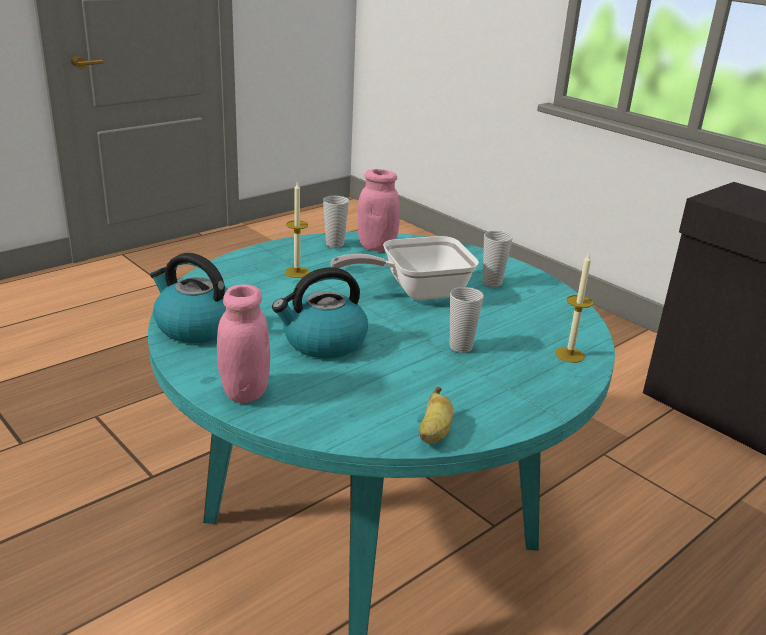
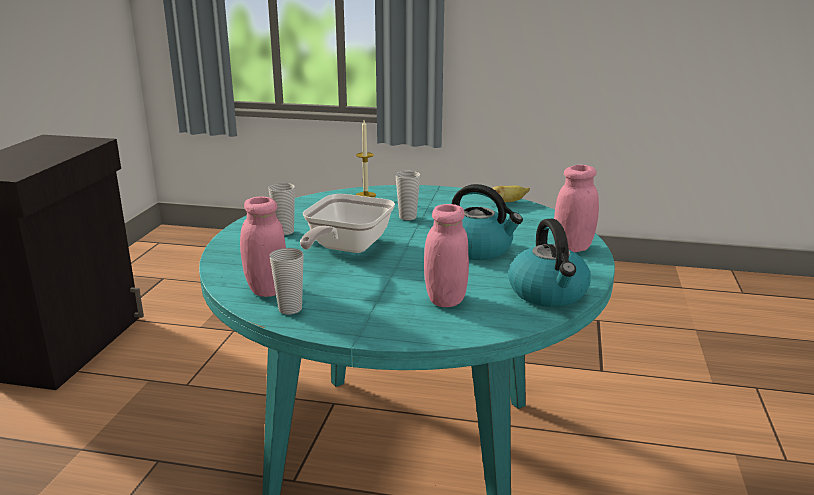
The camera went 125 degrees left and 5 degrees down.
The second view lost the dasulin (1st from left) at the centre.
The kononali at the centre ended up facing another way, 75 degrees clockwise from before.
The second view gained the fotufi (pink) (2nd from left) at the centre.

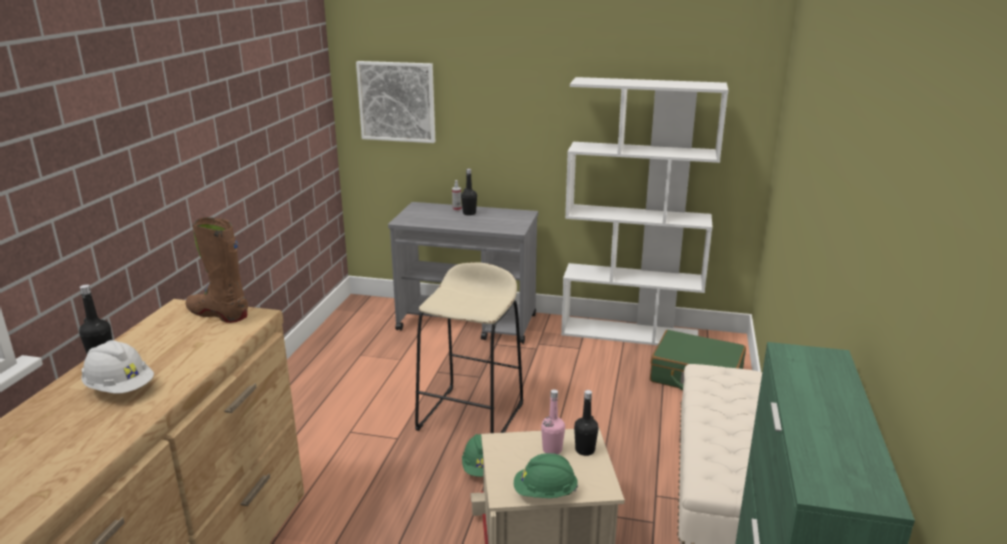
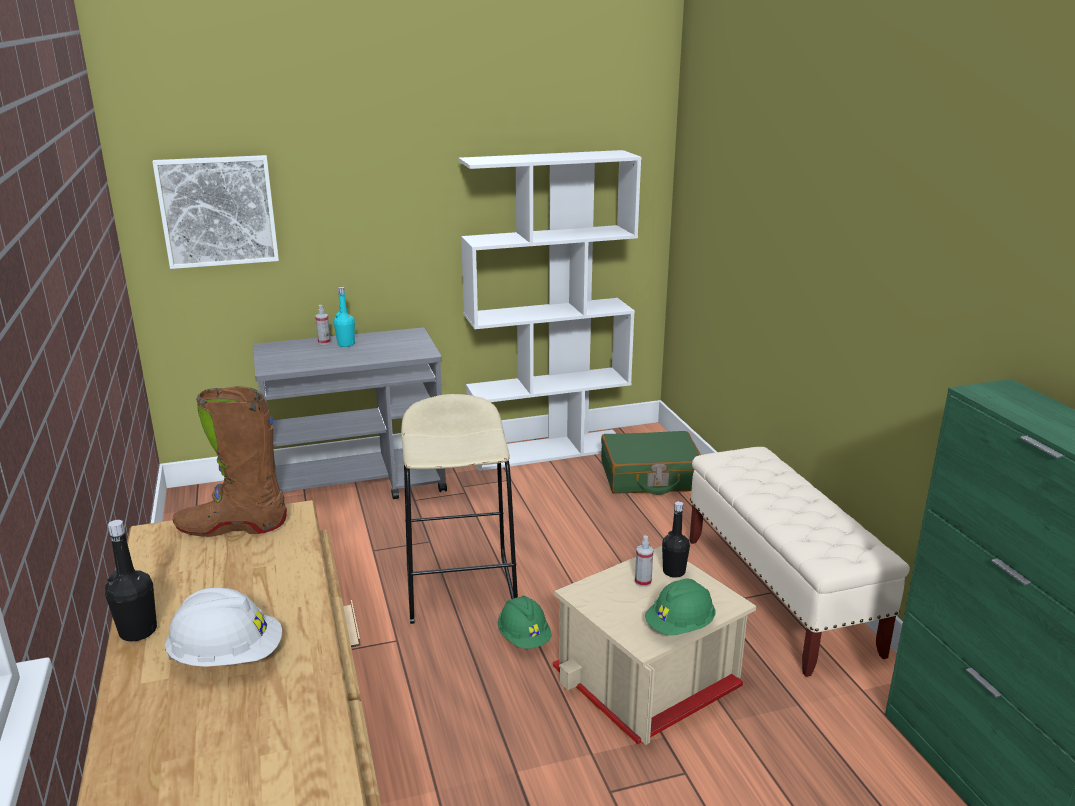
The camera went 30 degrees left and 0 degrees up.
What was the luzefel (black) (2nd from left) at the centre turned into the luzefel (turquoise) at the middle left.
Where the luzefel (pink) stood at the bottom centre, the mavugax (2nd from left) came to stand at the bottom centre.

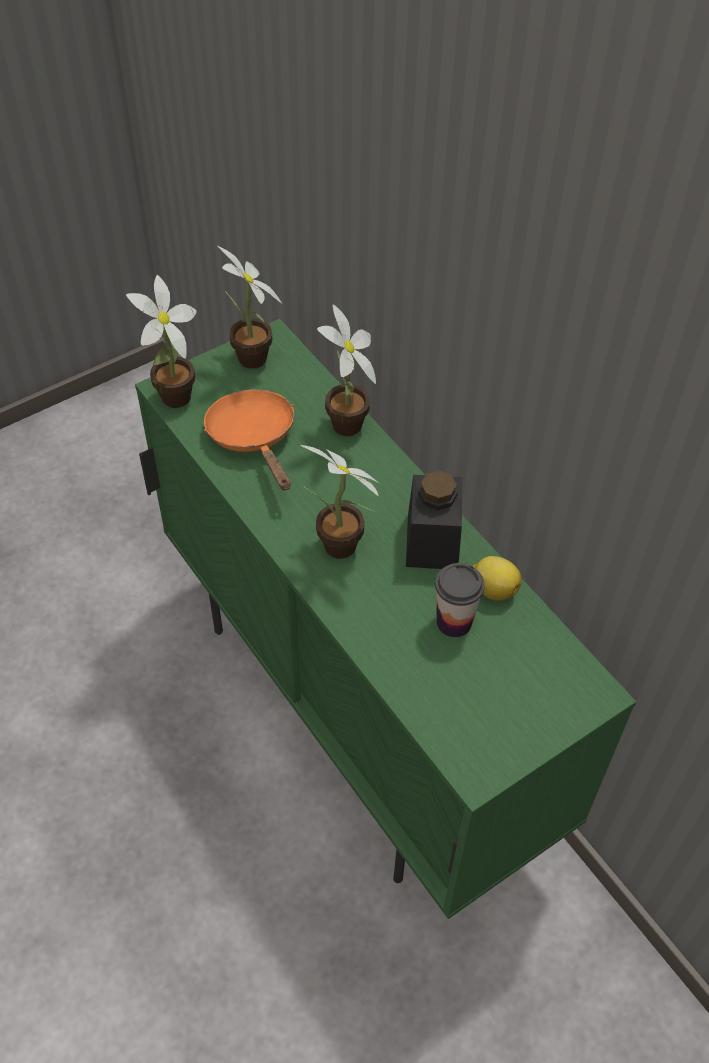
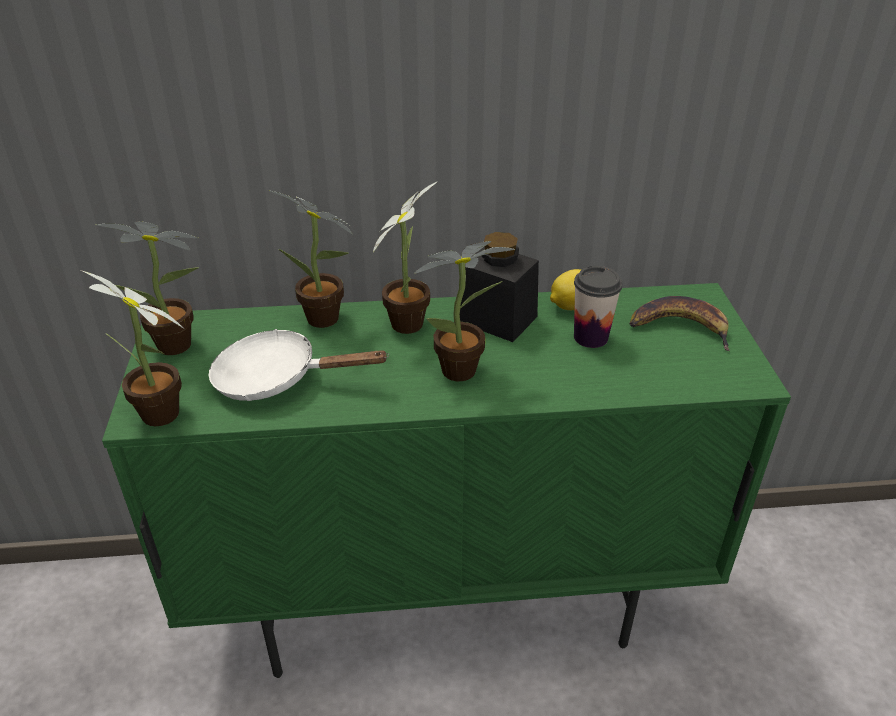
The camera went 60 degrees left and 15 degrees down.
What was the kononali (orange) at the centre turned into the kononali (white) at the centre.
The second view gained the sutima (4th from left) at the centre.
The second view gained the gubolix at the middle right.

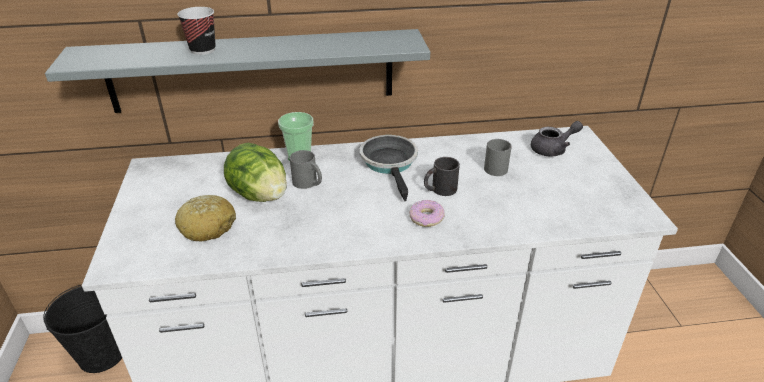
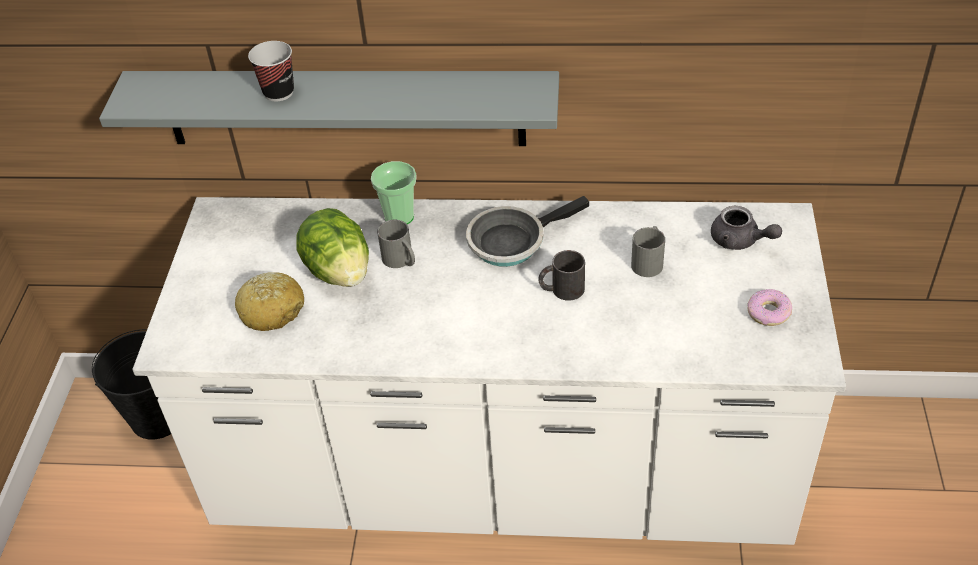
The camera went 15 degrees right and 10 degrees up.
The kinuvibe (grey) at the middle right ended up facing another way, 45 degrees clockwise from before.
The kononali at the centre ended up facing another way, 120 degrees counterclockwise from before.
The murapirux ended up elsewhere, having gone from the centre to the middle right.

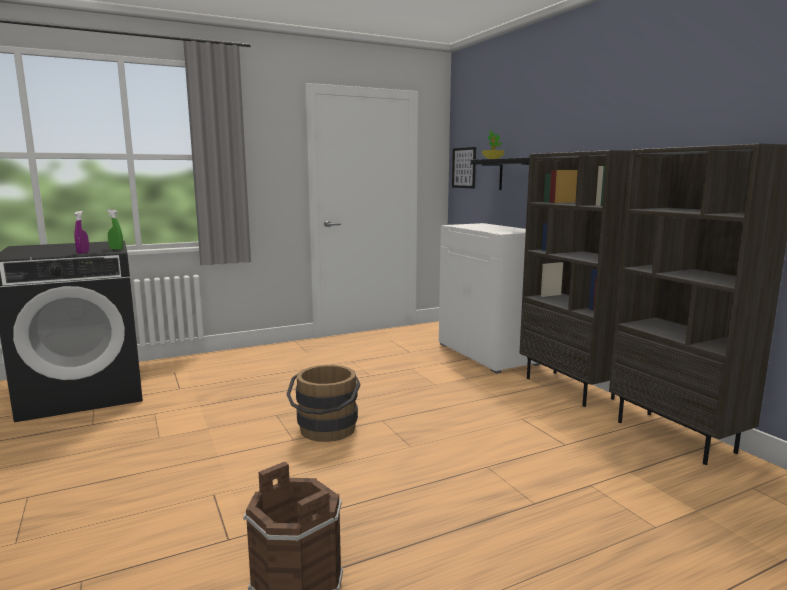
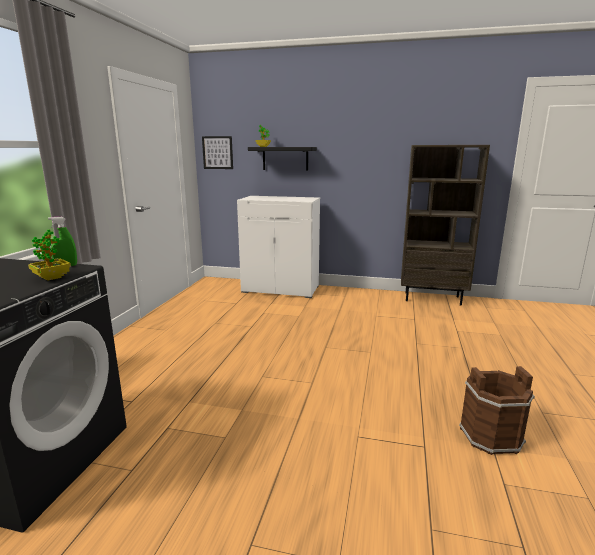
The camera went 50 degrees left and 5 degrees up.
The second view lost the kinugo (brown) (1st from left) at the middle right.
Where the mavugax (purple) stood at the middle left, the sutima (1st from left) came to stand at the middle left.
The second view lost the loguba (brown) (2nd from left) at the bottom centre.

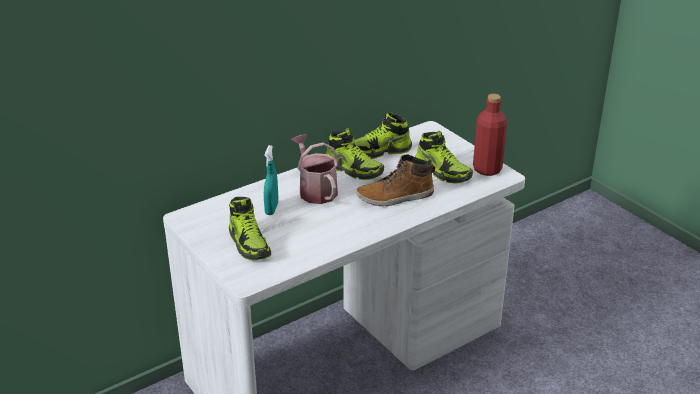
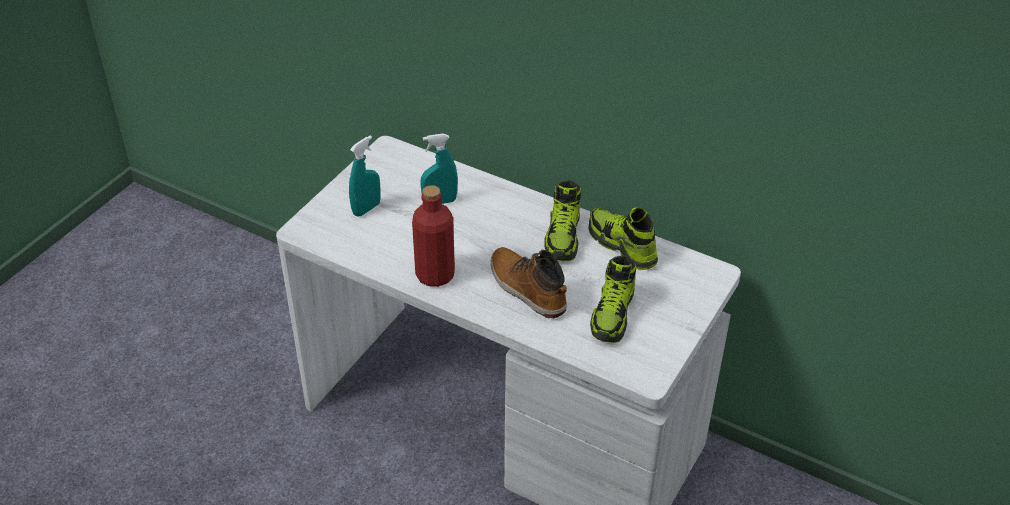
The camera went 65 degrees right and 10 degrees up.
The luzefel (red) ended up elsewhere, having gone from the middle right to the centre.
The second view lost the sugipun at the centre.
Where the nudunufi (1st from left) stood at the centre, the mavugax (turquoise) (1st from left) came to stand at the centre.

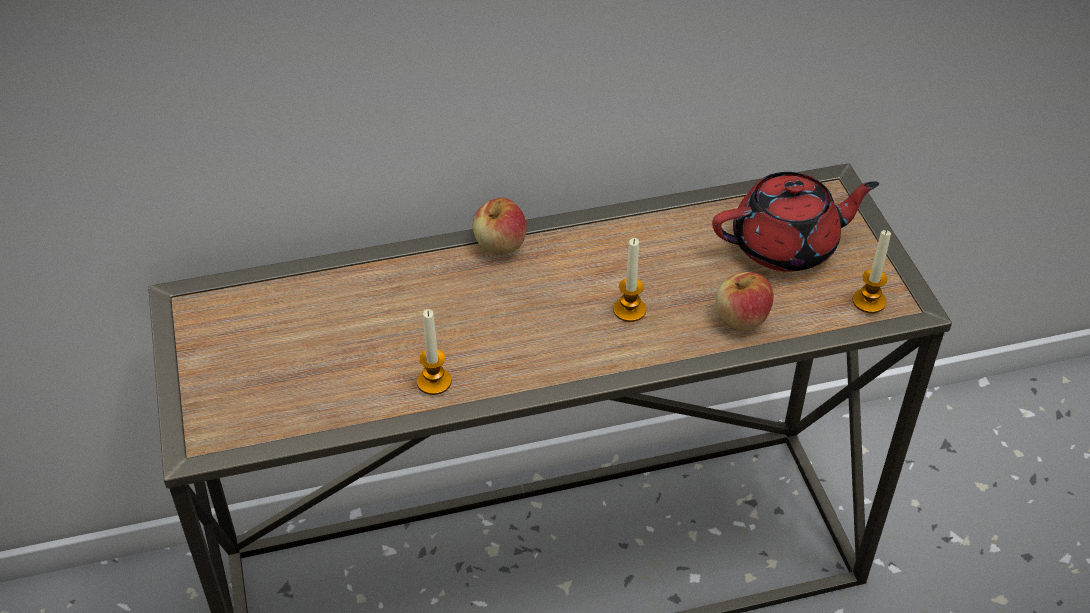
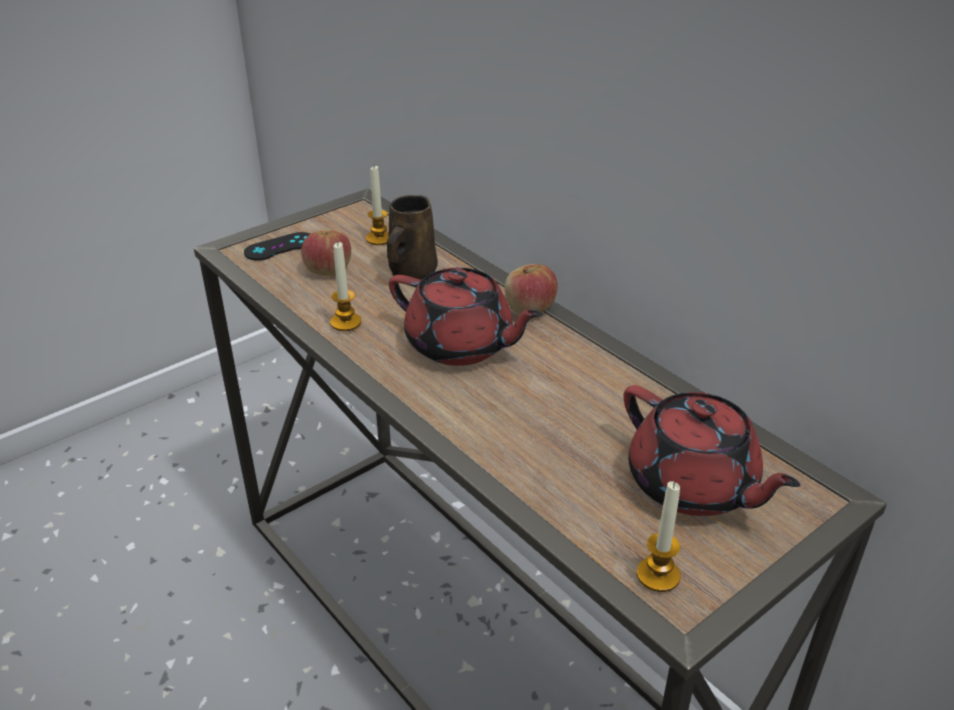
The camera went 65 degrees right and 10 degrees down.
The dasulin (2nd from left) ended up elsewhere, having gone from the centre to the top centre.
The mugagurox (2nd from left in the first image) ended up elsewhere, having gone from the middle right to the centre.
The second view gained the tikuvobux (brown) at the centre.
The second view gained the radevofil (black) at the middle left.
The second view gained the kinuvibe (red) (1st from left) at the centre.

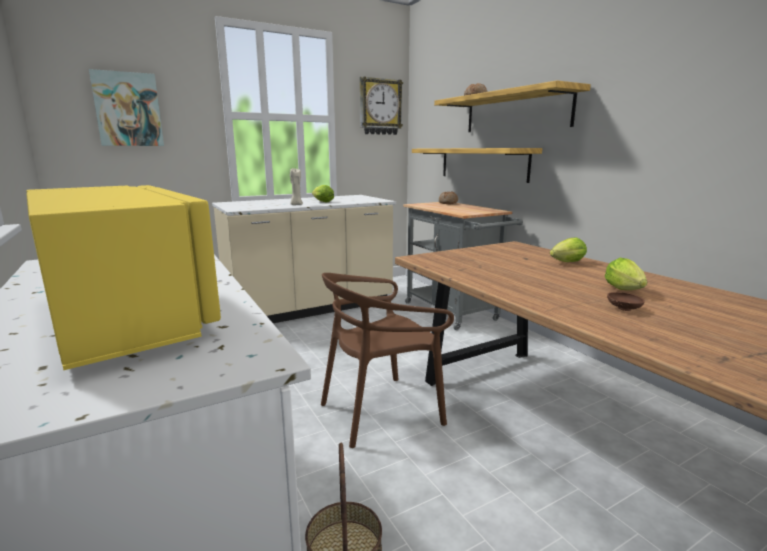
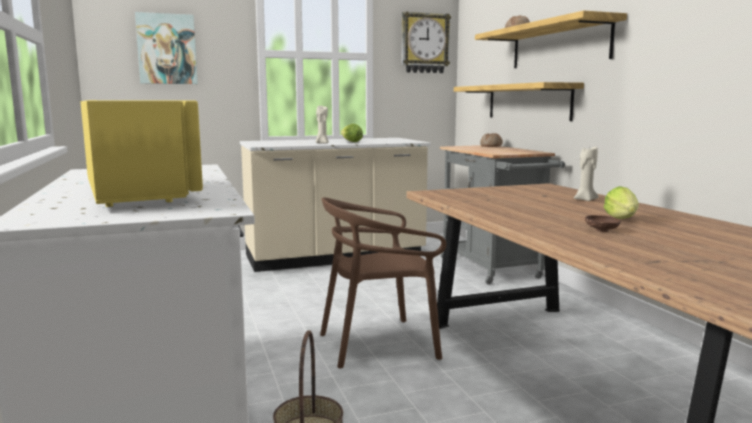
The camera went 10 degrees right and 5 degrees down.
Where the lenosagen (2nd from left) stood at the middle right, the dasulin (beige) (2nd from left) came to stand at the middle right.

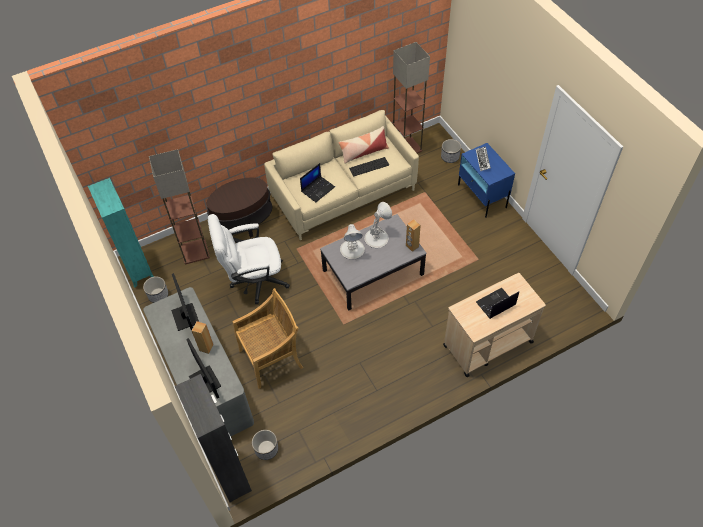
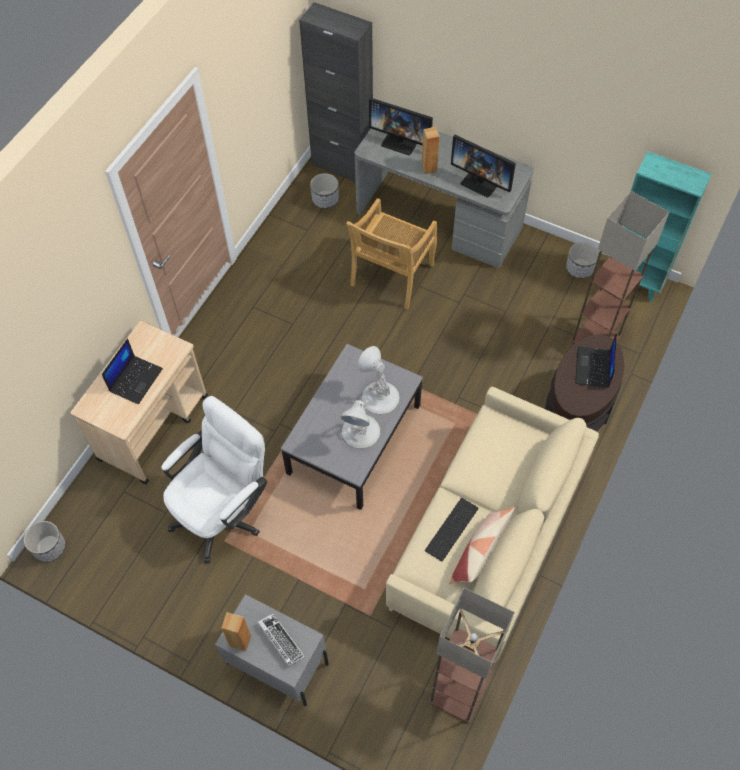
The camera went 145 degrees right and 5 degrees up.
The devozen (3rd from left in the first image) ended up elsewhere, having gone from the top centre to the bottom left.
What was the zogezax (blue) at the middle right turned into the zogezax (grey) at the bottom centre.
The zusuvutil (1st from left in the first image) ended up elsewhere, having gone from the centre to the middle right.
The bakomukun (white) ended up elsewhere, having gone from the centre to the middle left.
The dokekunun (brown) (2nd from left in the first image) ended up elsewhere, having gone from the centre to the bottom left.

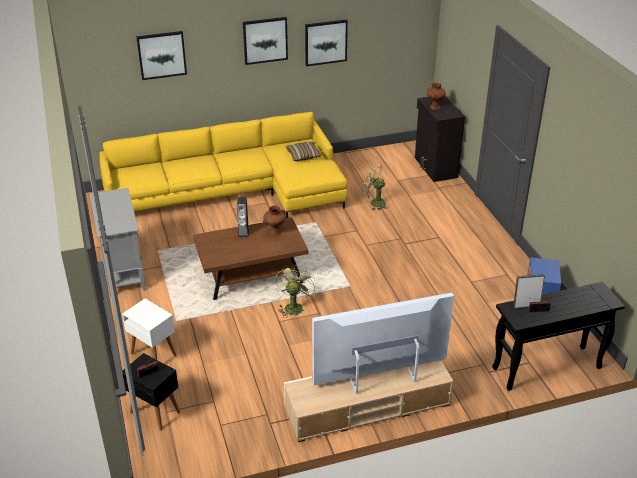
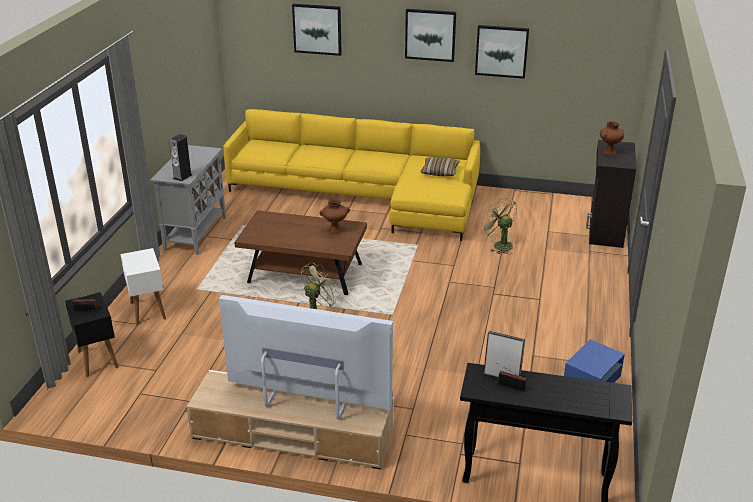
The camera went 30 degrees right and 5 degrees down.
The dokekunun ended up elsewhere, having gone from the centre to the top left.

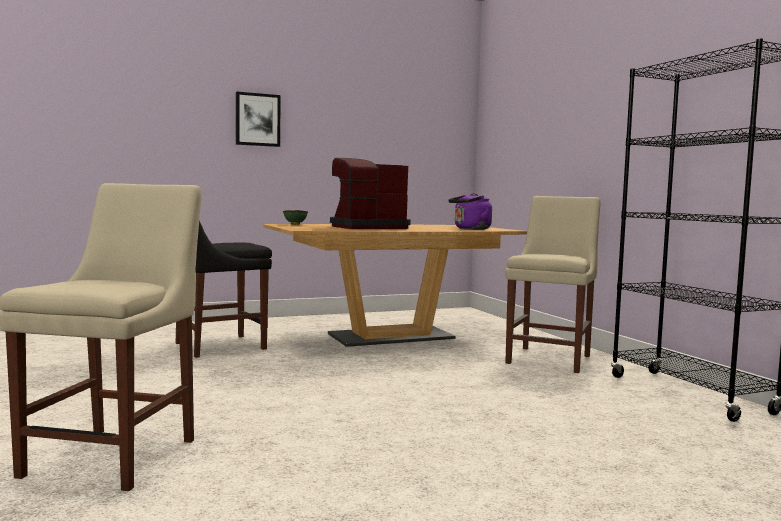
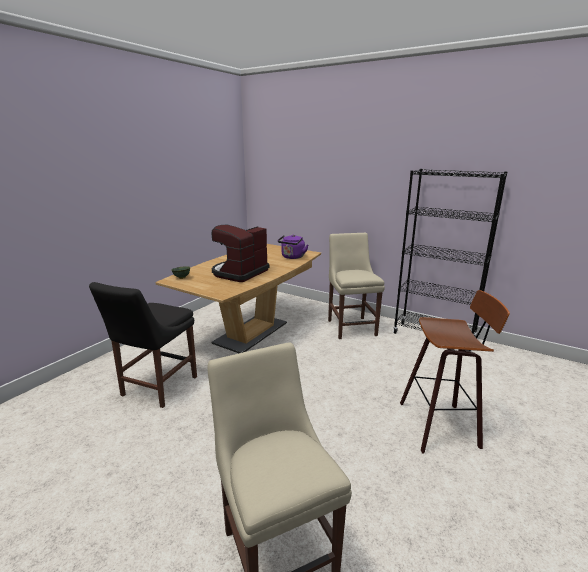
The camera went 35 degrees left and 15 degrees up.
The second view lost the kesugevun at the top left.
The second view gained the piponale at the middle right.

